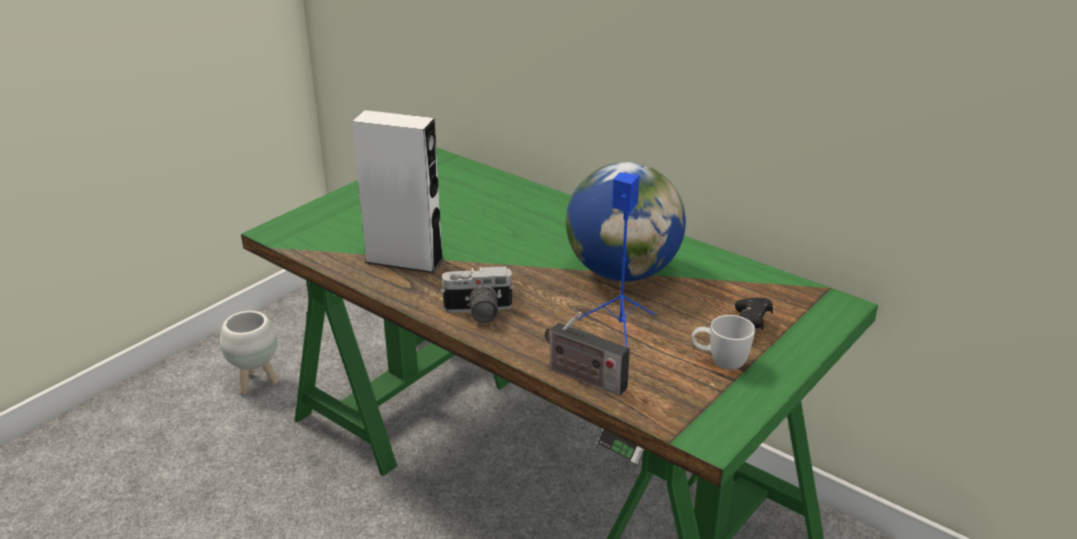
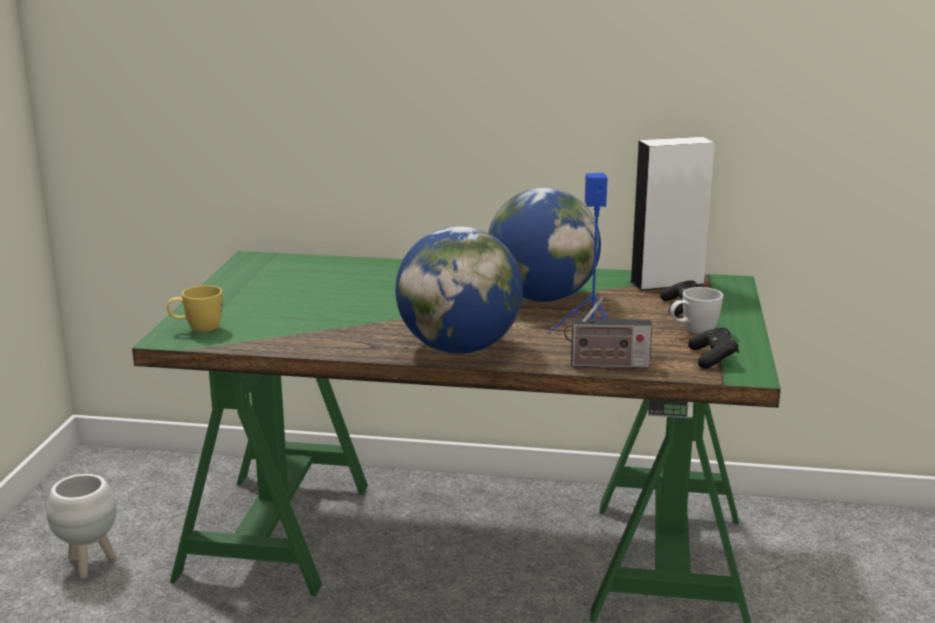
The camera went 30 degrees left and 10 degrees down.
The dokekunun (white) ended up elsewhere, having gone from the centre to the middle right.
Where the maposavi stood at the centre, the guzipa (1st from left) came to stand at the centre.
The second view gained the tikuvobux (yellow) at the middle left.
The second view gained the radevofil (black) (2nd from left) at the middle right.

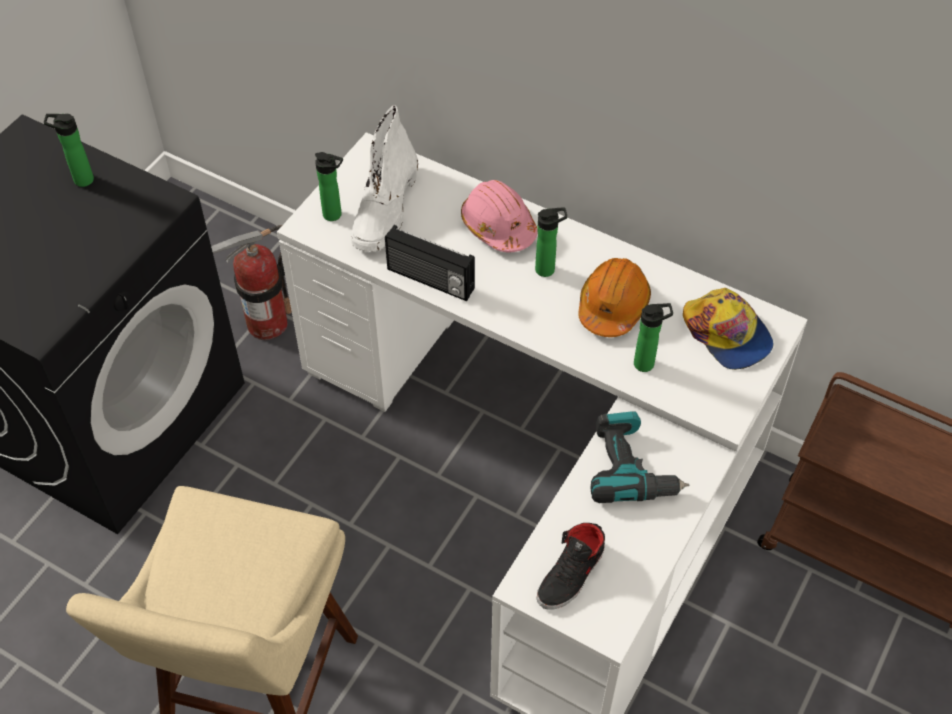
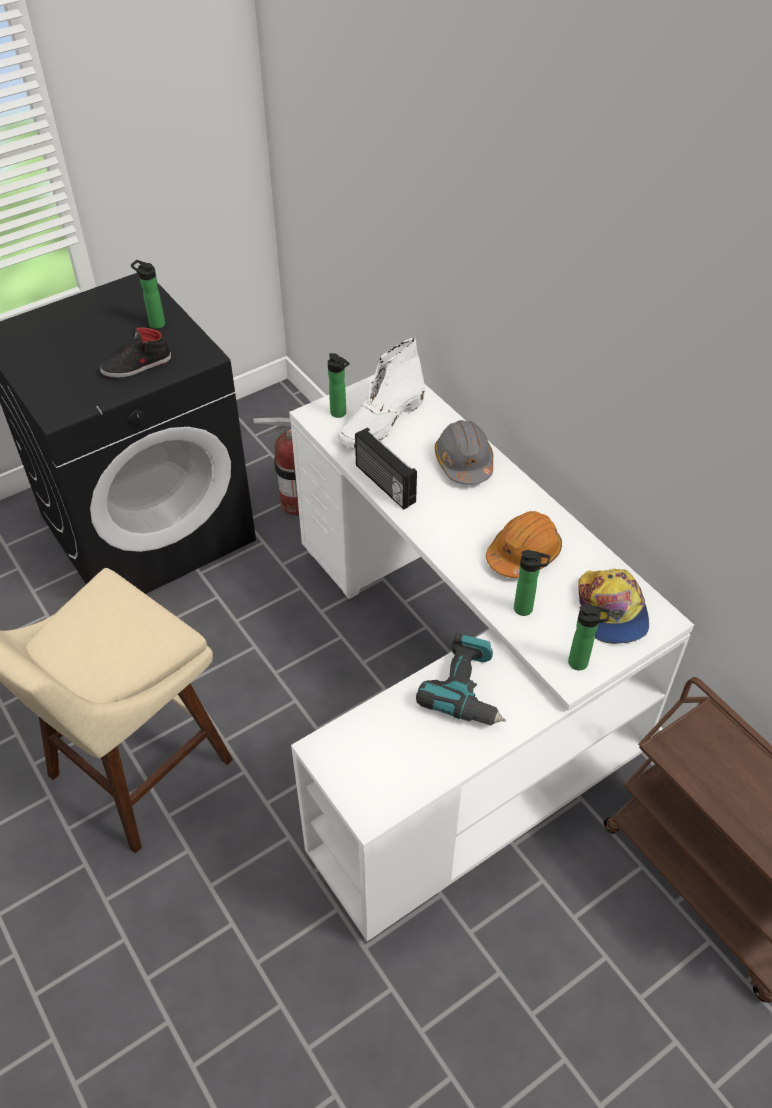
The camera went 25 degrees right and 5 degrees down.
What was the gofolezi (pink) at the top centre turned into the gofolezi (grey) at the centre.
The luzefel (3rd from left in the first image) ended up elsewhere, having gone from the centre to the middle right.
The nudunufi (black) ended up elsewhere, having gone from the bottom centre to the top left.

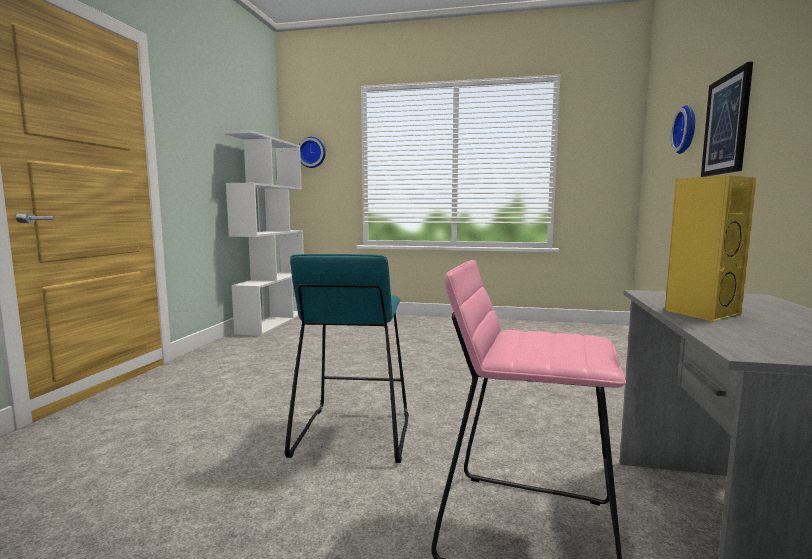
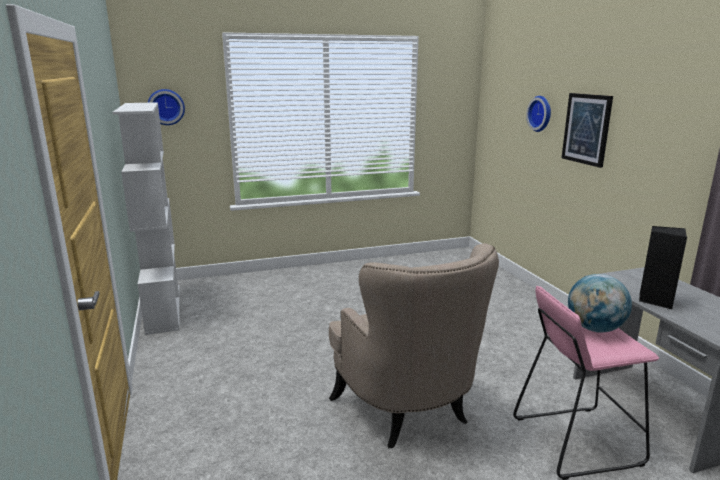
The camera went 30 degrees left and 10 degrees up.
What was the dokekunun (yellow) at the middle right turned into the dokekunun (black) at the middle right.
Where the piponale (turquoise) stood at the centre, the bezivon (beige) came to stand at the bottom centre.
The second view gained the guzipa at the middle right.

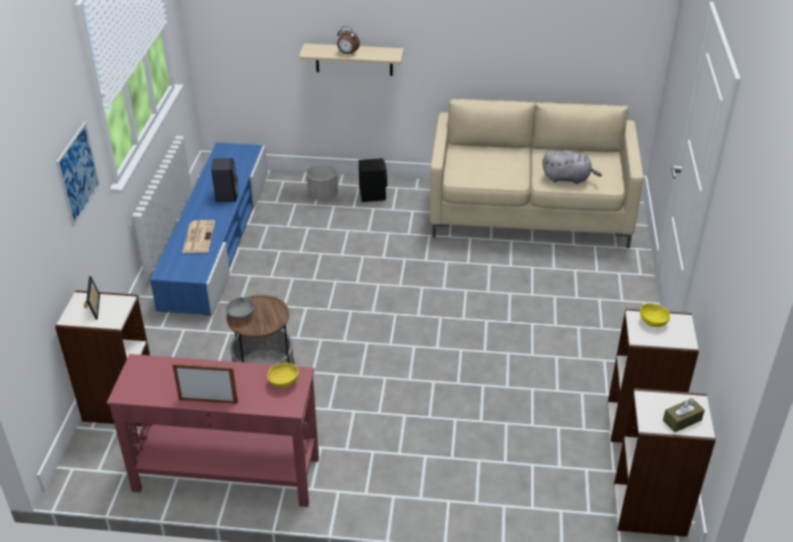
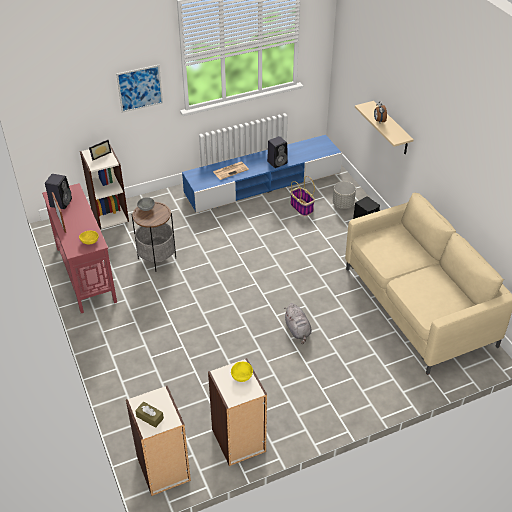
The camera went 60 degrees right and 5 degrees up.
The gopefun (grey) ended up elsewhere, having gone from the top right to the centre.
The second view gained the dokekunun (black) (1st from left) at the middle left.
The second view gained the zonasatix at the centre.

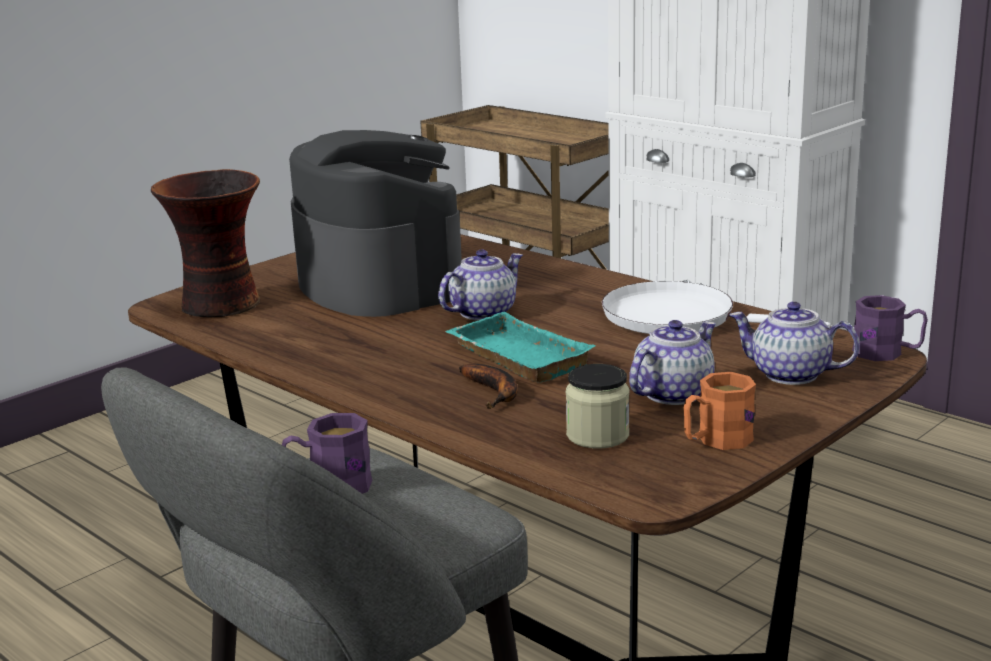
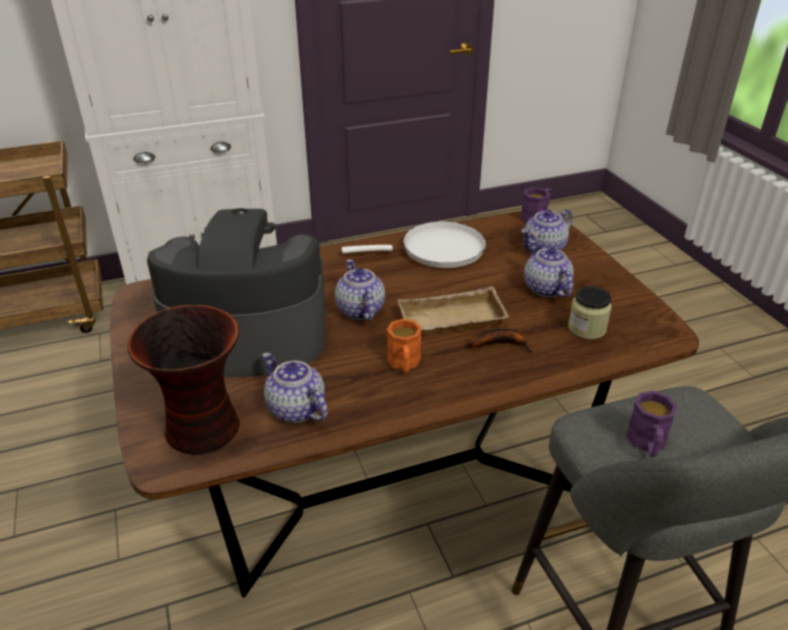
The camera went 65 degrees left and 15 degrees up.
The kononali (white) at the middle right ended up facing another way, 150 degrees counterclockwise from before.
What was the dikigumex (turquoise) at the centre turned into the dikigumex (beige) at the centre.
The tikuvobux (orange) ended up elsewhere, having gone from the middle right to the centre.
The second view gained the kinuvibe (1st from left) at the centre.

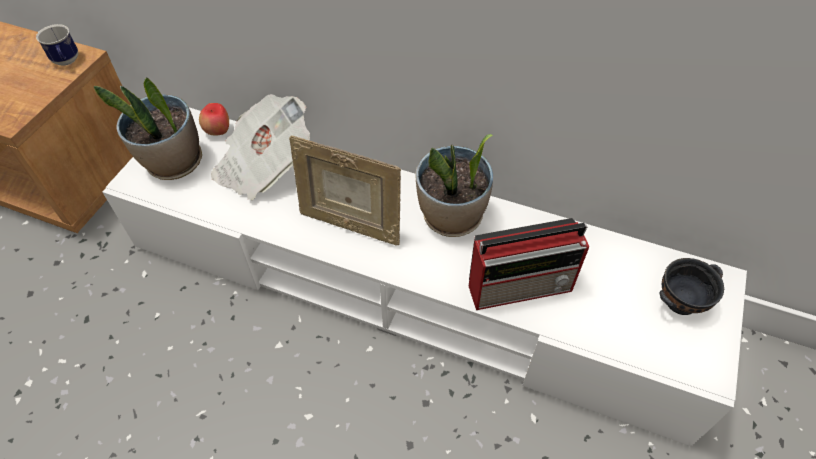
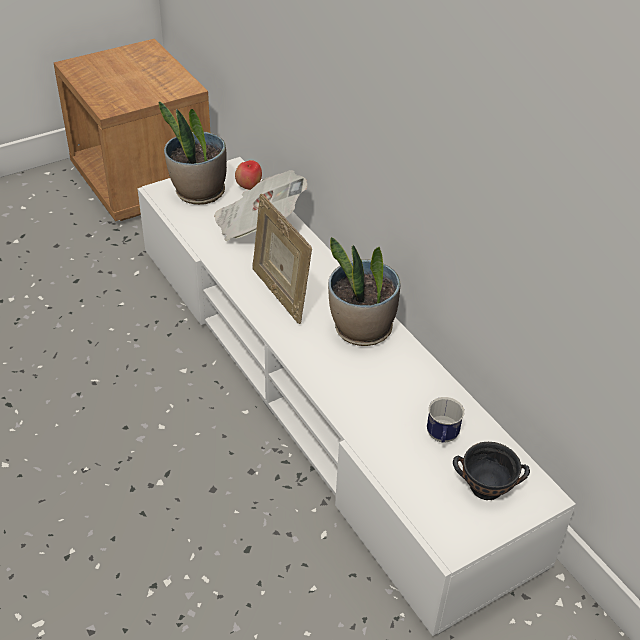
The camera went 35 degrees right and 10 degrees down.
The tikuvobux ended up elsewhere, having gone from the top left to the middle right.
The second view lost the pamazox at the centre.

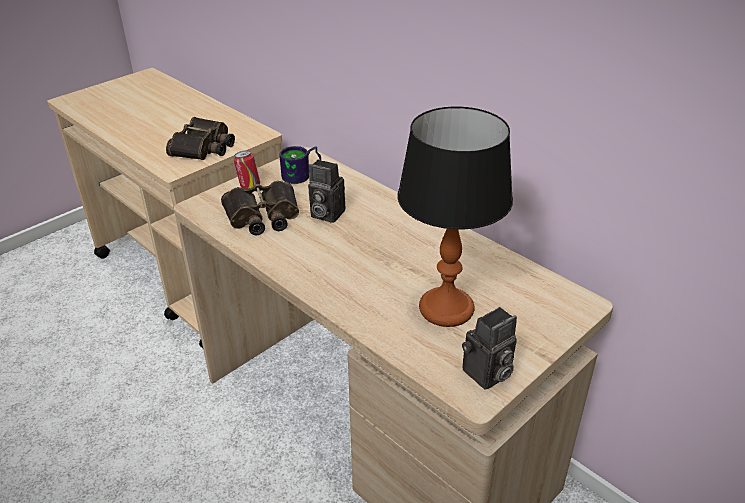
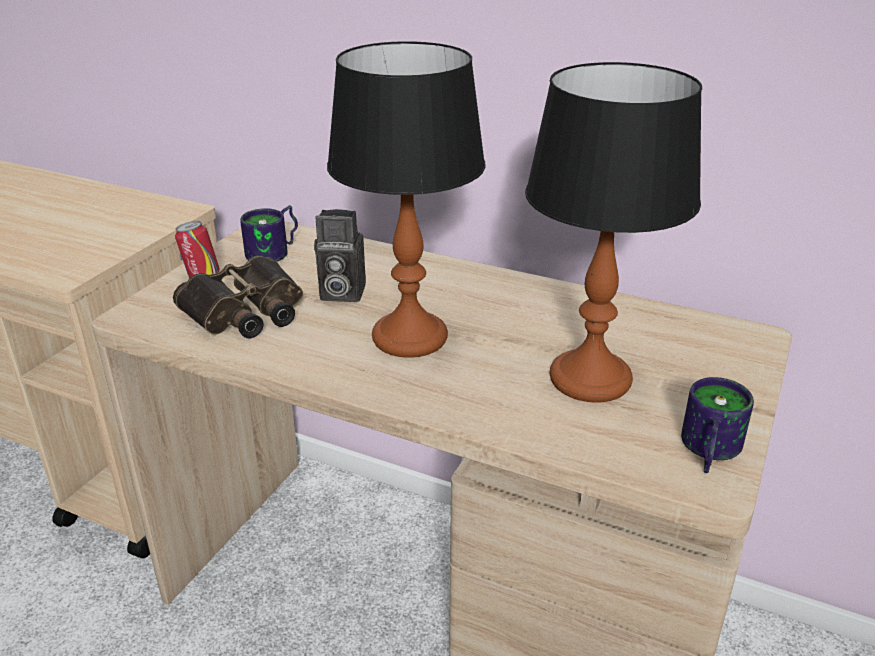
The camera went 20 degrees left and 5 degrees down.
The second view lost the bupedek (1st from left) at the top left.
Where the maposavi (2nd from left) stood at the bottom centre, the tikuvobux (2nd from left) came to stand at the middle right.
The second view gained the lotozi (1st from left) at the top centre.

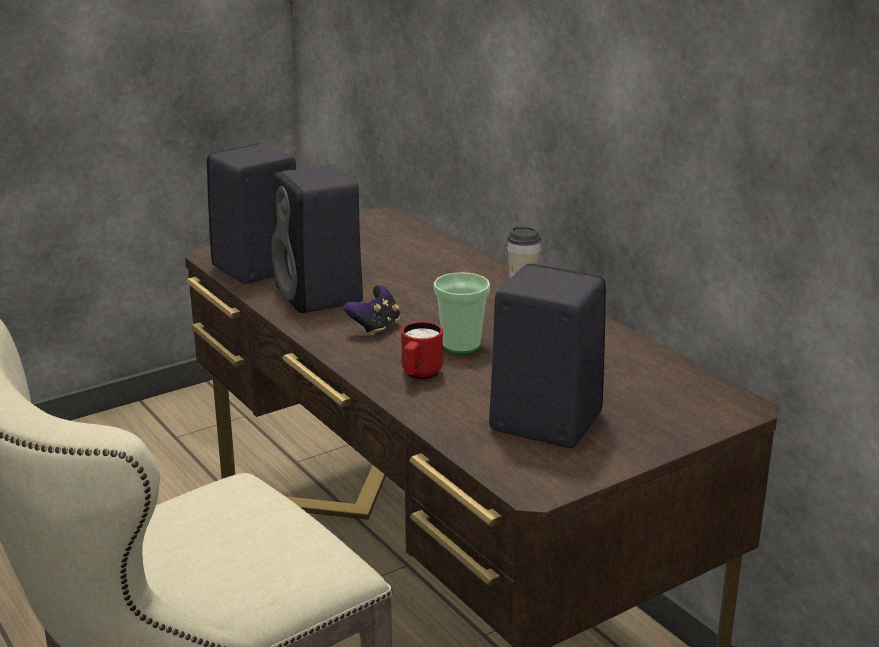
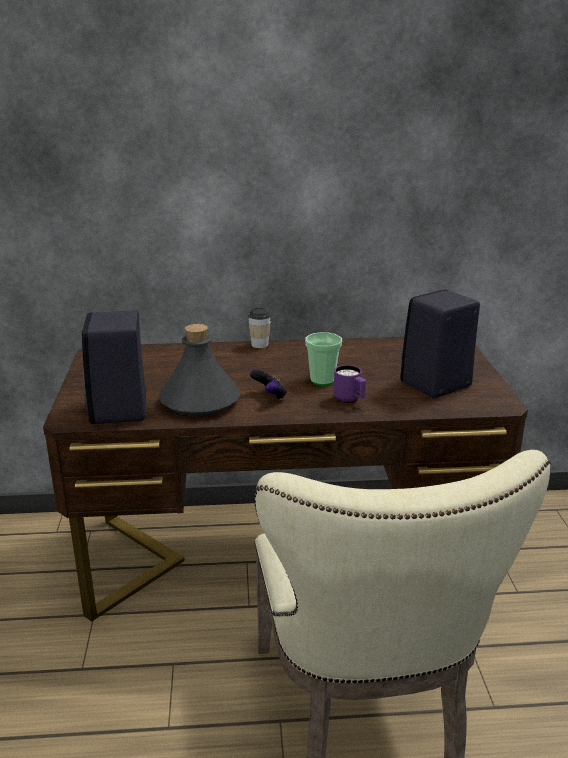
The camera went 60 degrees left and 0 degrees up.
Where the dokekunun (black) (2nd from left) stood at the centre, the luzefel (grey) came to stand at the centre.
What was the tikuvobux (red) at the centre turned into the tikuvobux (purple) at the centre.

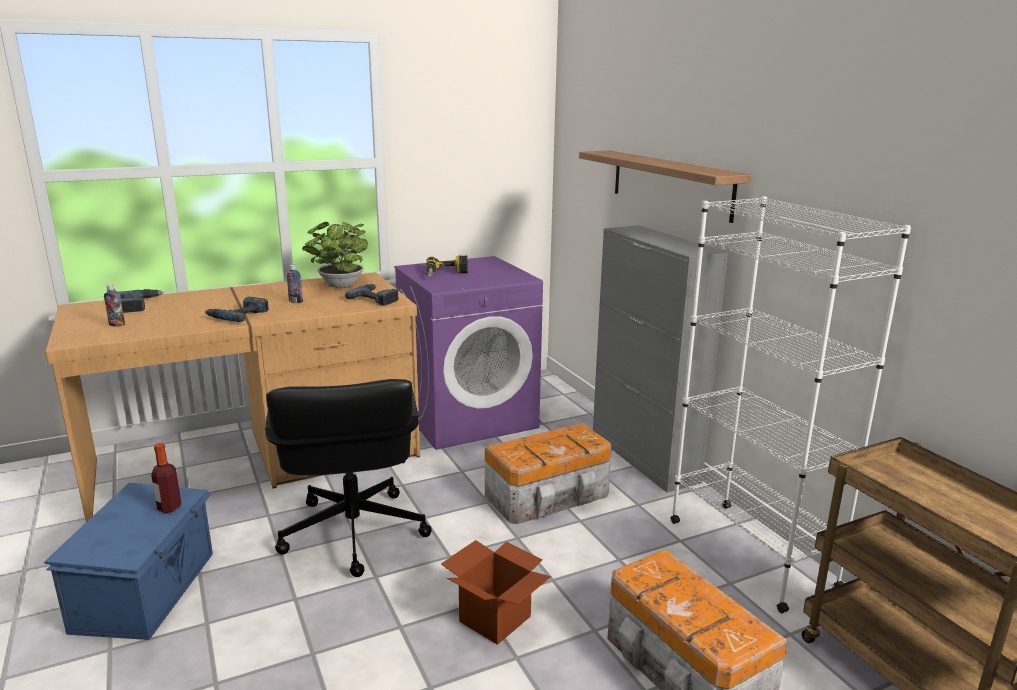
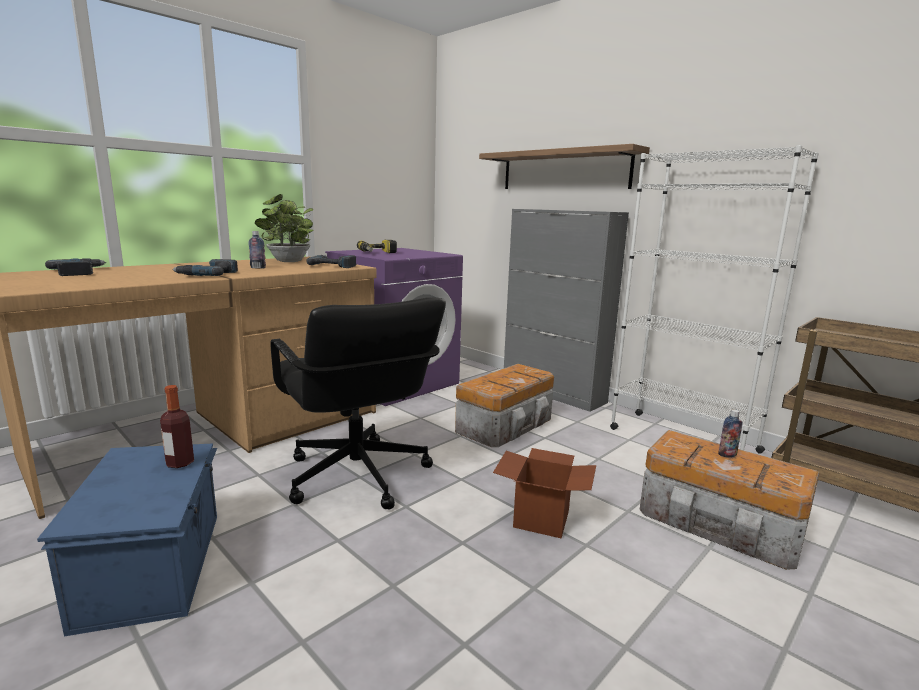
The camera went 20 degrees left and 5 degrees down.
The luzefel (1st from left in the first image) ended up elsewhere, having gone from the middle left to the middle right.

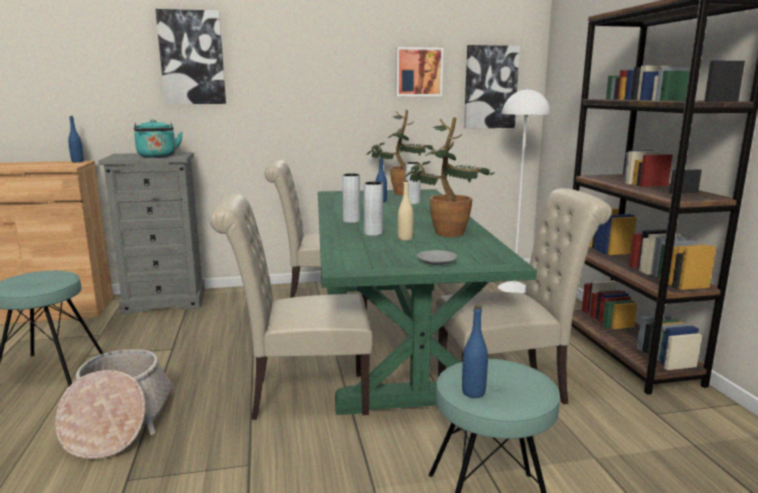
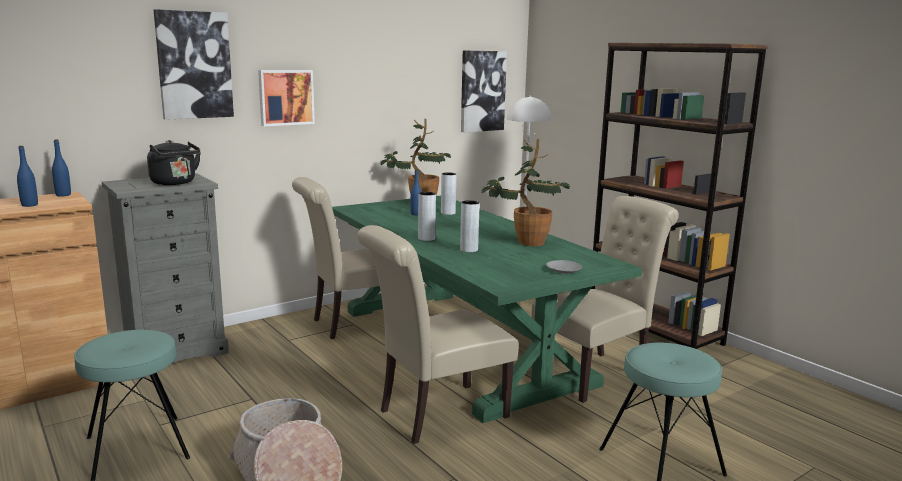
The camera went 25 degrees left and 0 degrees up.
The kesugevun (2nd from left) ended up elsewhere, having gone from the top centre to the top left.
What was the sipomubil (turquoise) at the top left turned into the sipomubil (black) at the middle left.
The second view lost the luzefel (beige) at the centre.
The luzefel (blue) (3rd from left in the first image) ended up elsewhere, having gone from the bottom centre to the middle left.

